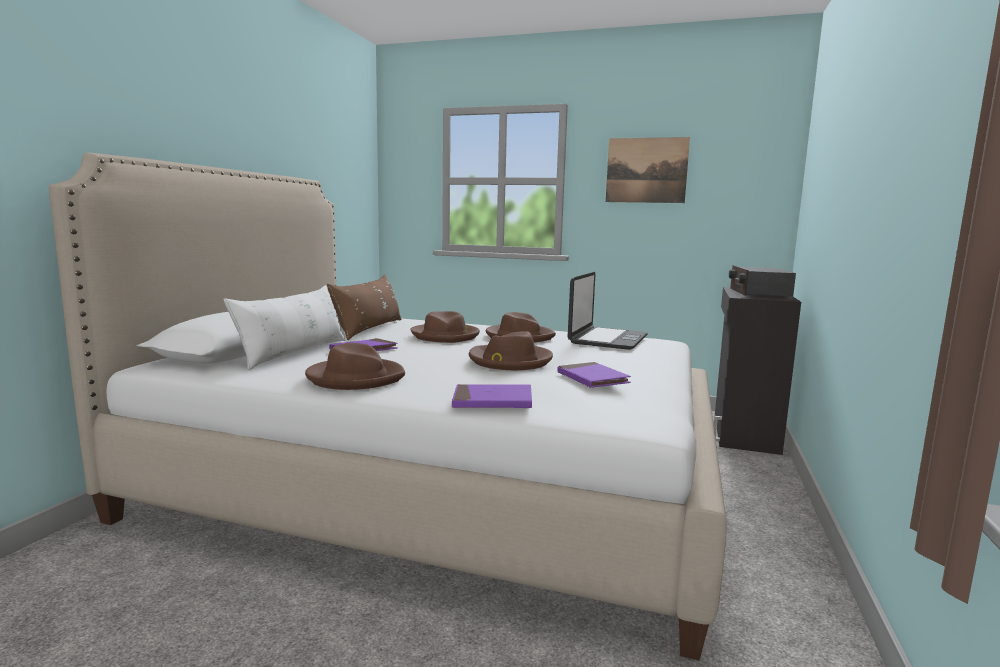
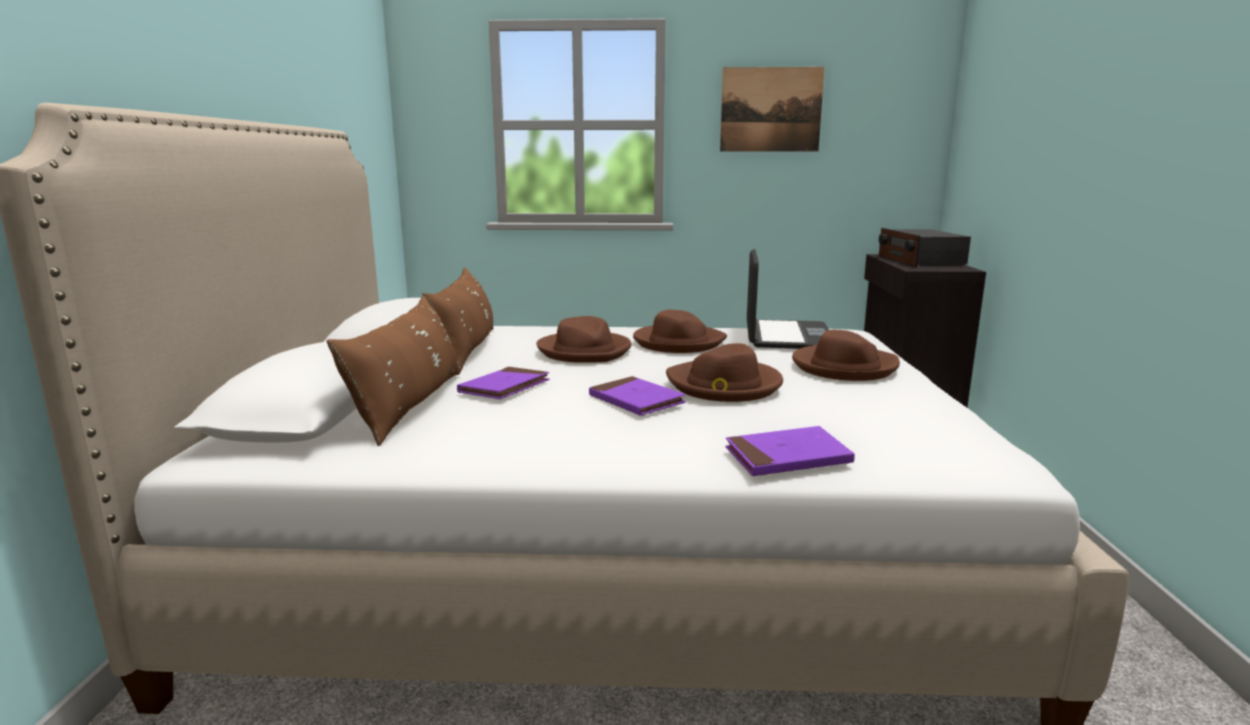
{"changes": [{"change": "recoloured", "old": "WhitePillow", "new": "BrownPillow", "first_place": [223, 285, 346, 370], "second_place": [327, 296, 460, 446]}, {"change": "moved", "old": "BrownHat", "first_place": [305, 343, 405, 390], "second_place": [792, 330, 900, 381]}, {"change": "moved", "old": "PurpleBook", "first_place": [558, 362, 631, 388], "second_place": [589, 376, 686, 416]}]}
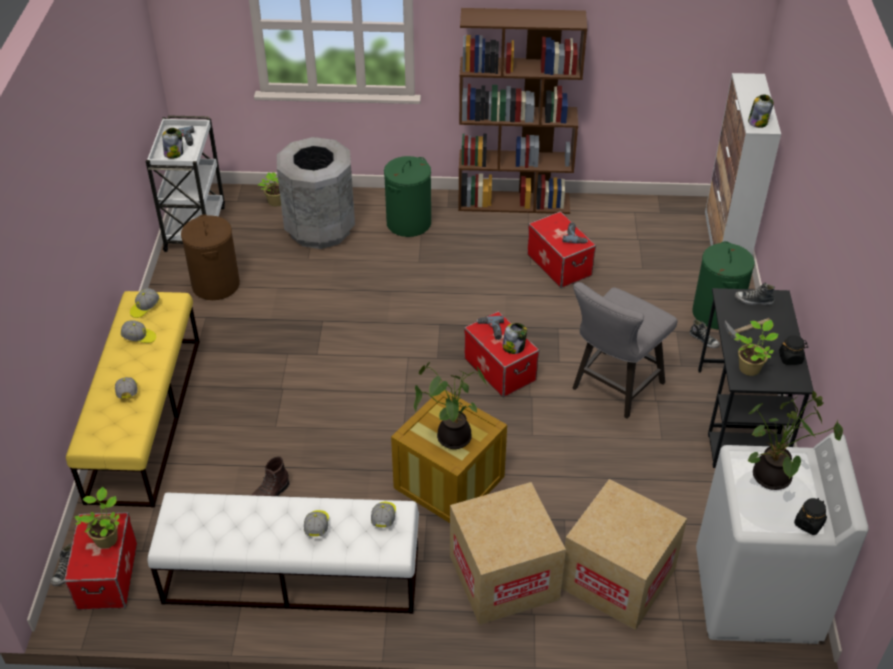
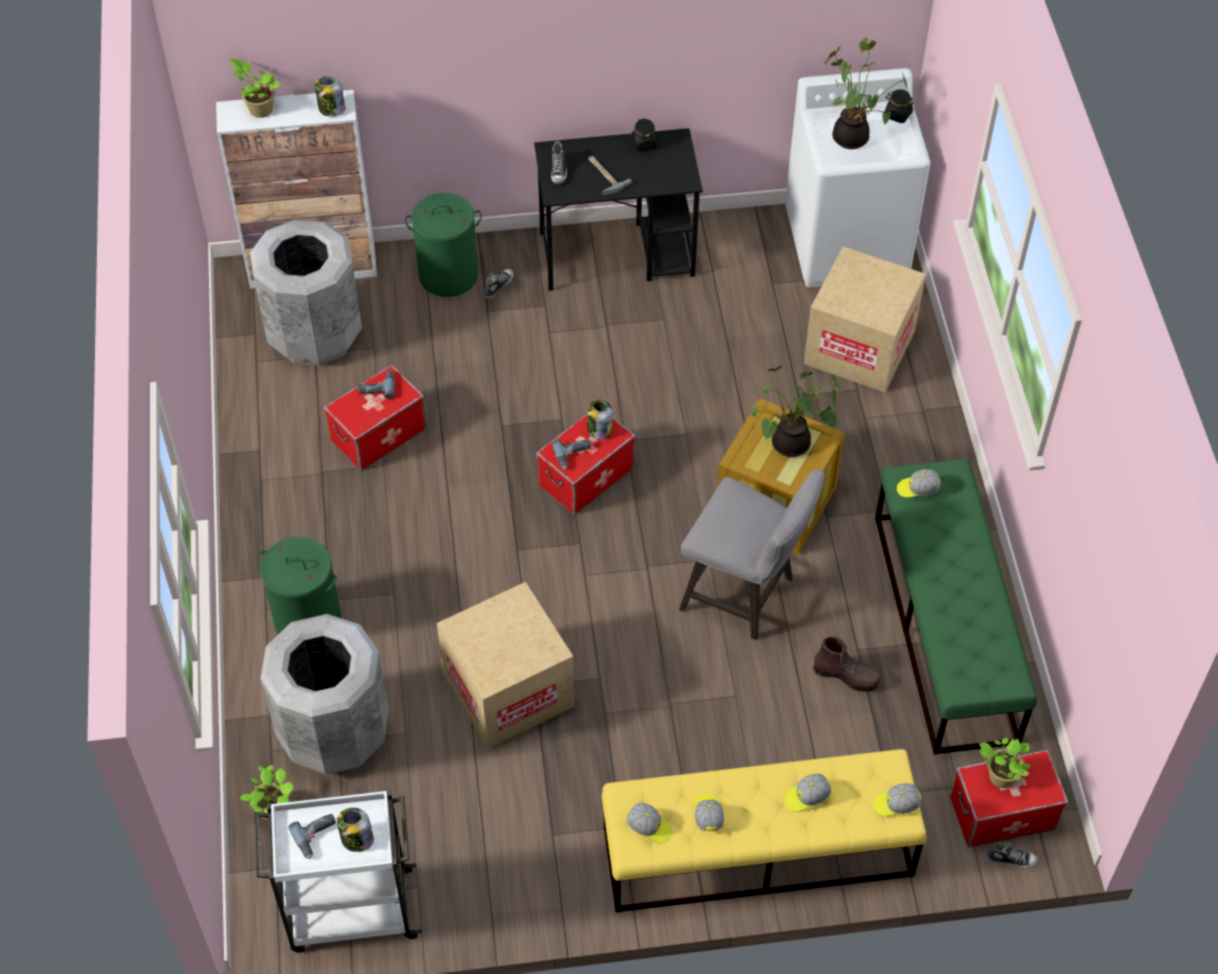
{"changes": [{"change": "recoloured", "old": "WhiteBench", "new": "GreenBench", "first_place": [148, 493, 419, 614], "second_place": [875, 459, 1038, 755]}, {"change": "removed", "old": "BrownLaundryBasket", "first_place": [181, 214, 240, 300]}, {"change": "moved", "old": "Cap", "first_place": [304, 510, 329, 536], "second_place": [873, 783, 921, 816]}, {"change": "moved", "old": "CardboardBox", "first_place": [450, 482, 566, 625], "second_place": [437, 582, 575, 749]}, {"change": "removed", "old": "BrownBookcase", "first_place": [458, 8, 587, 214]}, {"change": "moved", "old": "GreyStool", "first_place": [572, 282, 677, 419], "second_place": [679, 470, 825, 640]}, {"change": "moved", "old": "PottedPlant", "first_place": [734, 320, 778, 376], "second_place": [231, 59, 281, 118]}, {"change": "added", "new": "GreyTrashCan", "second_place": [250, 219, 362, 366]}]}
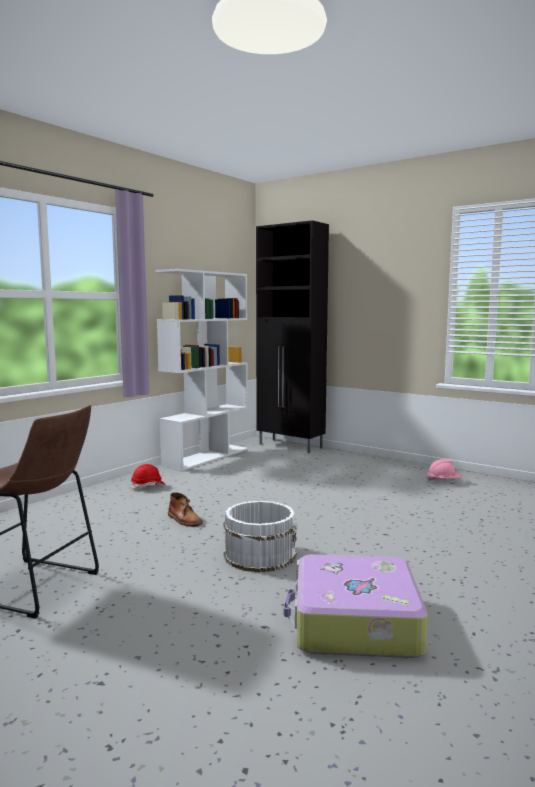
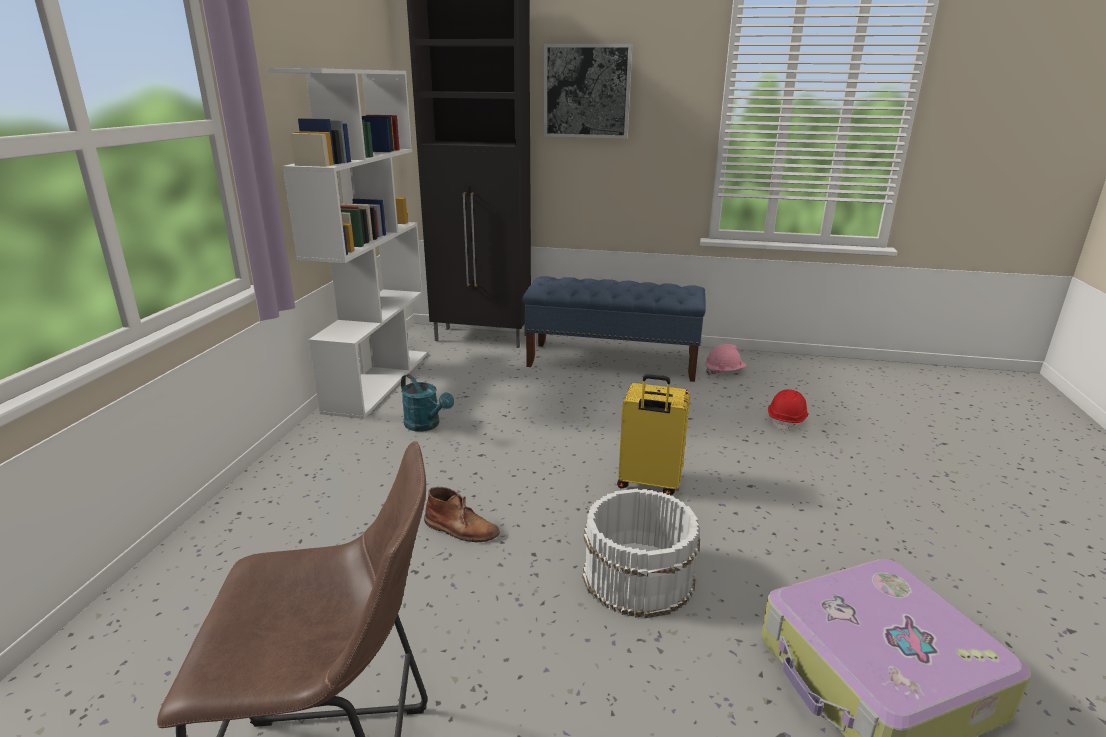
{"changes": [{"change": "moved", "old": "RedHardHat", "first_place": [131, 464, 165, 490], "second_place": [768, 389, 809, 432]}, {"change": "added", "new": "TurquoiseWateringCan", "second_place": [401, 374, 454, 432]}, {"change": "added", "new": "BlueBench", "second_place": [523, 276, 706, 382]}, {"change": "added", "new": "Picture", "second_place": [544, 44, 632, 138]}, {"change": "added", "new": "YellowSuitcase", "second_place": [617, 374, 690, 495]}]}
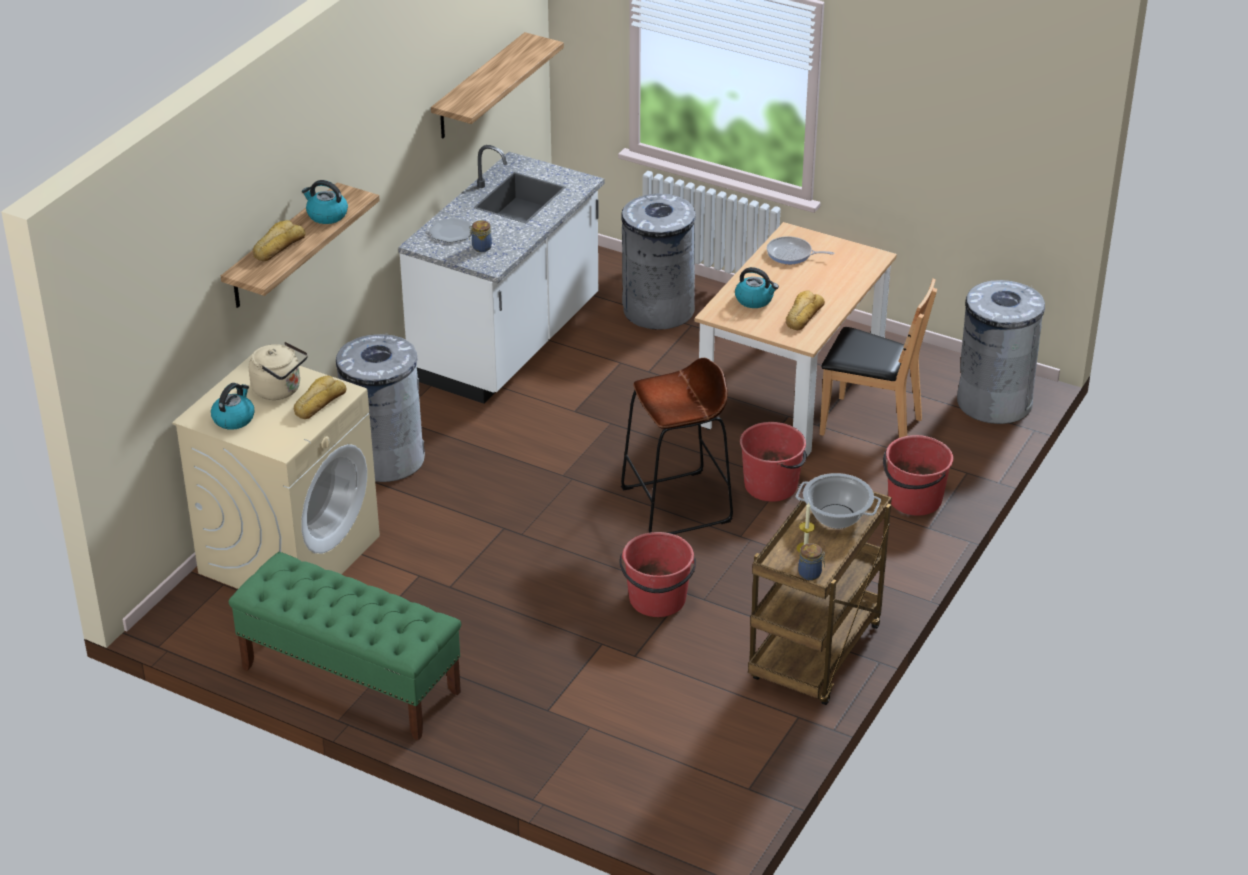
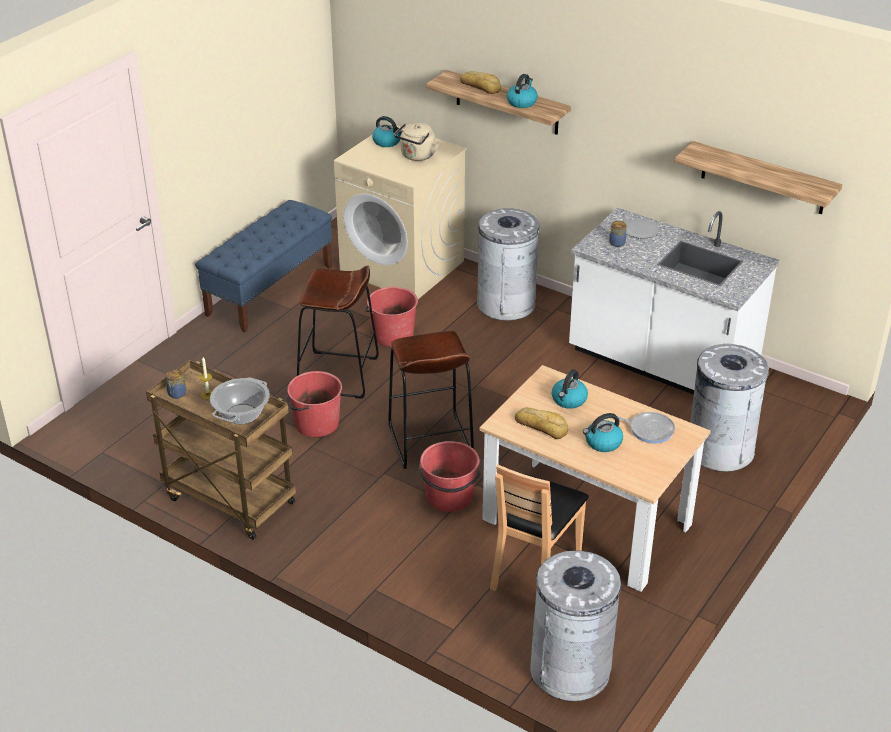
{"changes": [{"change": "recoloured", "old": "GreenBench", "new": "BlueBench", "first_place": [229, 552, 461, 741], "second_place": [195, 200, 332, 332]}, {"change": "removed", "old": "Bread", "first_place": [294, 376, 346, 419]}, {"change": "turned", "old": "FryingPan", "first_place": [767, 236, 834, 264], "second_place": [617, 412, 675, 444], "degrees": 90}, {"change": "moved", "old": "RedBucket", "first_place": [883, 435, 953, 516], "second_place": [365, 287, 418, 347]}, {"change": "added", "new": "BrownStool", "second_place": [297, 265, 379, 399]}, {"change": "added", "new": "Kettle", "second_place": [583, 413, 623, 452]}]}
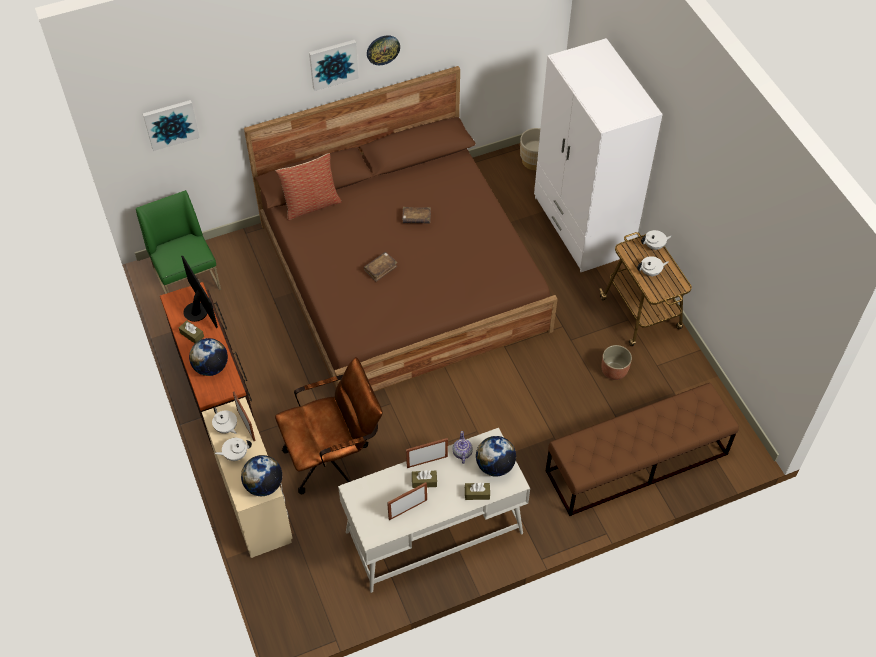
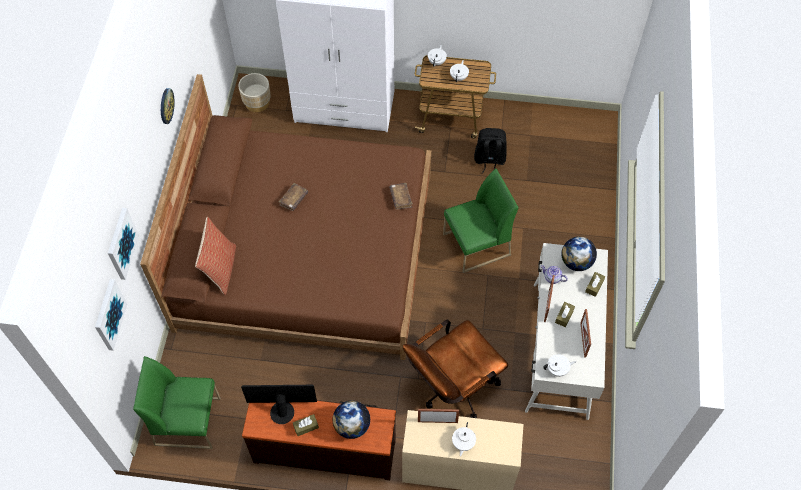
{"changes": [{"change": "moved", "old": "WhiteTeapot", "first_place": [212, 407, 237, 434], "second_place": [543, 354, 576, 377]}, {"change": "removed", "old": "Globe", "first_place": [241, 455, 282, 496]}, {"change": "turned", "old": "BrownOfficeChair", "first_place": [275, 357, 383, 495], "second_place": [403, 319, 508, 418], "degrees": -135}, {"change": "moved", "old": "Picture", "first_place": [309, 40, 359, 91], "second_place": [108, 208, 139, 280]}, {"change": "moved", "old": "BrownBook", "first_place": [364, 252, 398, 282], "second_place": [389, 183, 413, 210]}, {"change": "removed", "old": "BrownBench", "first_place": [546, 383, 739, 516]}, {"change": "replaced", "old": "Planter", "new": "BlackBackpack", "first_place": [602, 345, 632, 380], "second_place": [474, 128, 507, 174]}, {"change": "added", "new": "GreenChair", "second_place": [443, 168, 519, 273]}]}
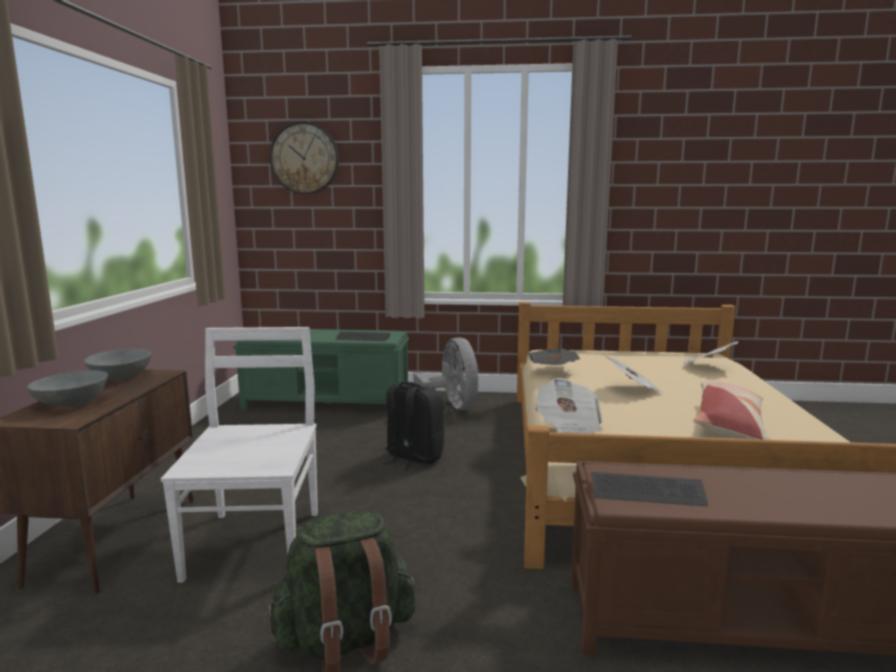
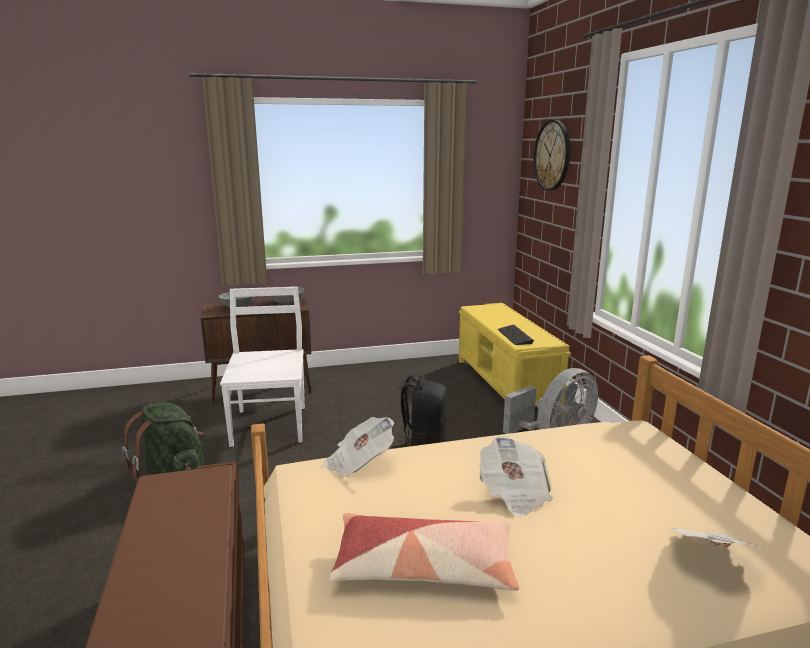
{"changes": [{"change": "turned", "old": "WhiteChair", "first_place": [161, 327, 318, 583], "second_place": [220, 287, 305, 447], "degrees": -75}, {"change": "recoloured", "old": "GreenBench", "new": "YellowBench", "first_place": [233, 329, 409, 410], "second_place": [459, 303, 571, 412]}, {"change": "removed", "old": "Newspaper", "first_place": [528, 348, 580, 365]}, {"change": "removed", "old": "Keyboard", "first_place": [591, 472, 708, 506]}]}
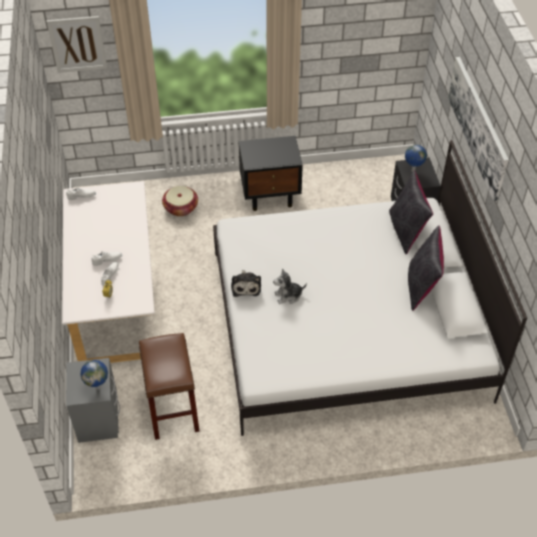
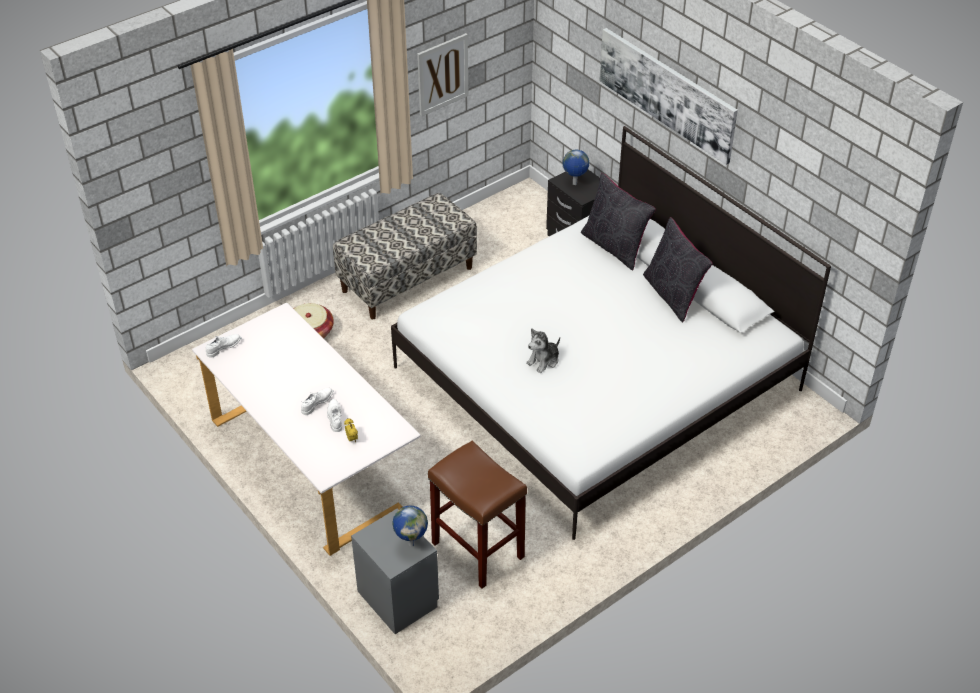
{"changes": [{"change": "moved", "old": "Picture", "first_place": [47, 16, 107, 73], "second_place": [417, 33, 468, 117]}, {"change": "removed", "old": "PlushToy", "first_place": [231, 270, 261, 297]}, {"change": "replaced", "old": "BlackNightstand", "new": "Bench", "first_place": [239, 136, 303, 211], "second_place": [333, 193, 477, 319]}]}
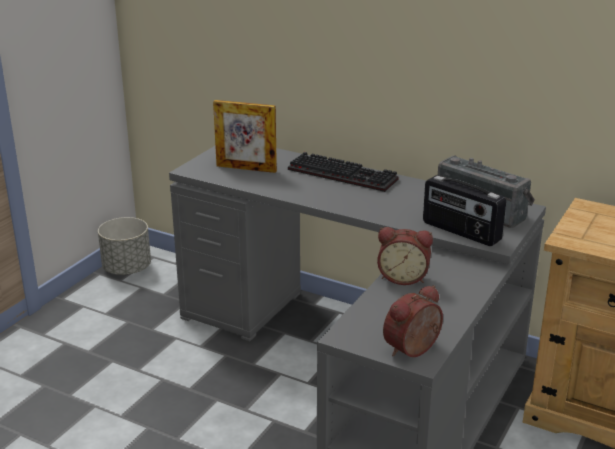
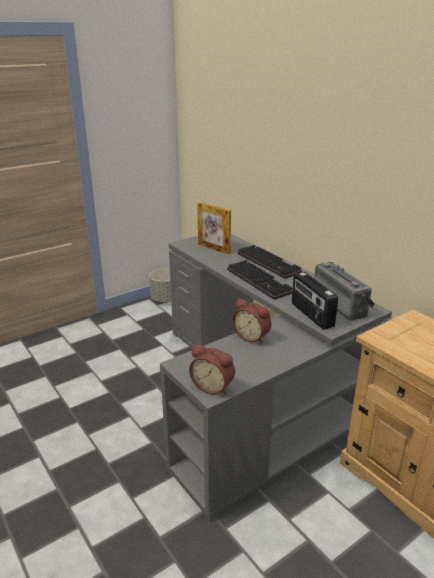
{"changes": [{"change": "turned", "old": "AlarmClock", "first_place": [383, 285, 443, 357], "second_place": [189, 344, 235, 395], "degrees": -135}, {"change": "added", "new": "Keyboard", "second_place": [227, 260, 292, 300]}]}
